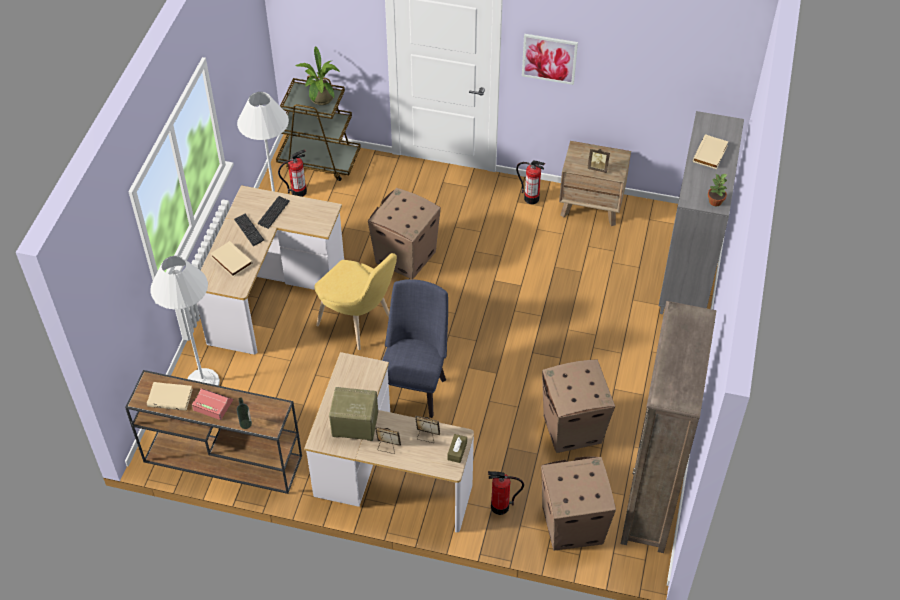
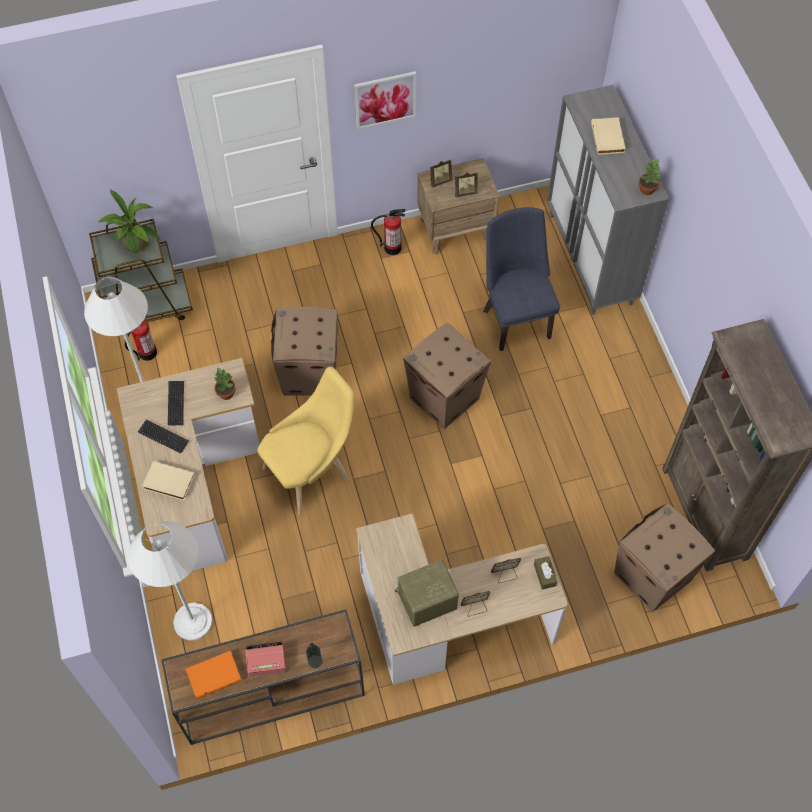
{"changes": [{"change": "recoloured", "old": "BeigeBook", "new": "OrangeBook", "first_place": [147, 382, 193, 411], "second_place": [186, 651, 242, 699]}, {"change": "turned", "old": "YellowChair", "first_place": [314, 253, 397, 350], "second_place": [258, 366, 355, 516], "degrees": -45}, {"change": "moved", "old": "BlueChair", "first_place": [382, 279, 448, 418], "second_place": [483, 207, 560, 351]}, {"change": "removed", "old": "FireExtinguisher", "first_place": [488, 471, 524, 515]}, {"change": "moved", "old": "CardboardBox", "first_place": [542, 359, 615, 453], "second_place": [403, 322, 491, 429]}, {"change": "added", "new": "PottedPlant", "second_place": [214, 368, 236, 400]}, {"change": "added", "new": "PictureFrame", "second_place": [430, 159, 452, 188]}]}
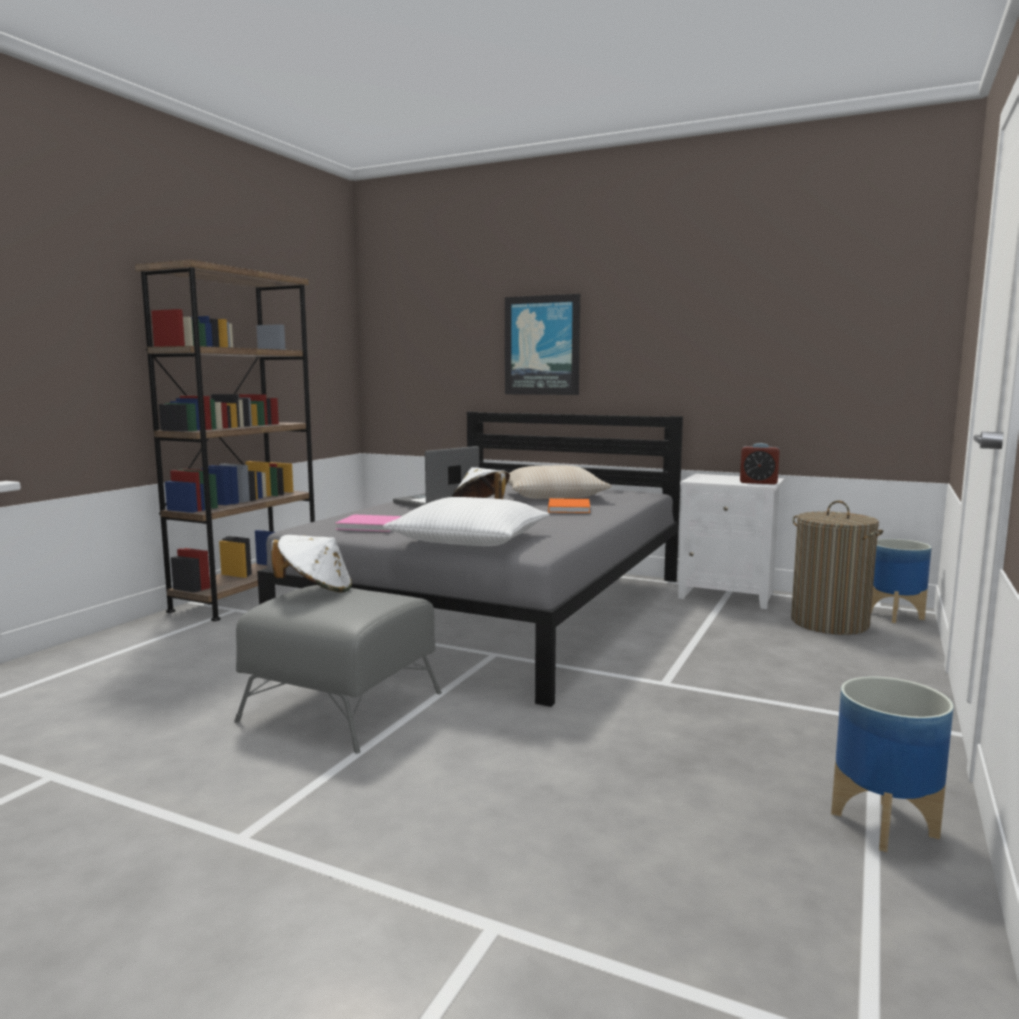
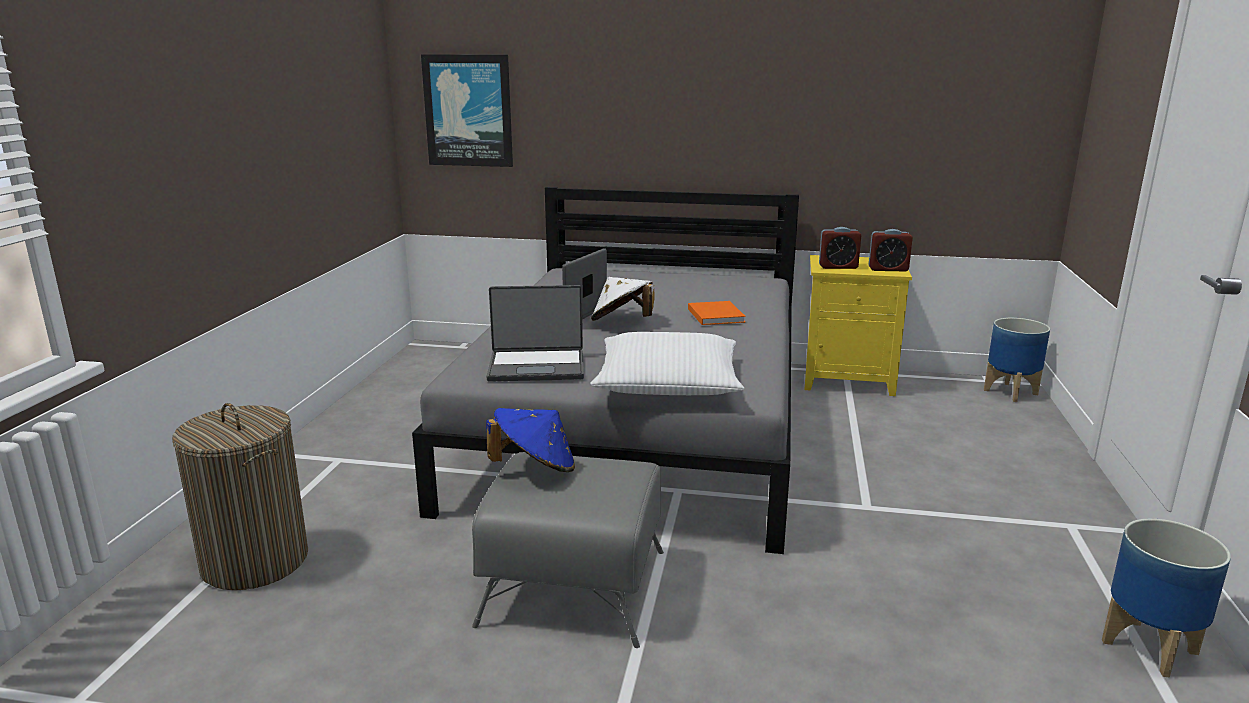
{"changes": [{"change": "removed", "old": "BrownBookcase", "first_place": [135, 259, 315, 621]}, {"change": "recoloured", "old": "WhiteHat", "new": "BlueHat", "first_place": [271, 535, 352, 593], "second_place": [486, 408, 575, 472]}, {"change": "replaced", "old": "PinkBook", "new": "Laptop", "first_place": [336, 514, 402, 532], "second_place": [486, 285, 584, 382]}, {"change": "moved", "old": "Picture", "first_place": [505, 294, 580, 395], "second_place": [421, 54, 513, 167]}, {"change": "removed", "old": "BeigePillow", "first_place": [508, 465, 612, 499]}, {"change": "recoloured", "old": "WhiteNightstand", "new": "YellowNightstand", "first_place": [678, 474, 785, 609], "second_place": [804, 255, 912, 396]}, {"change": "moved", "old": "LaundryBasket", "first_place": [791, 501, 883, 635], "second_place": [172, 403, 308, 590]}, {"change": "added", "new": "AlarmClock", "second_place": [819, 227, 861, 269]}]}
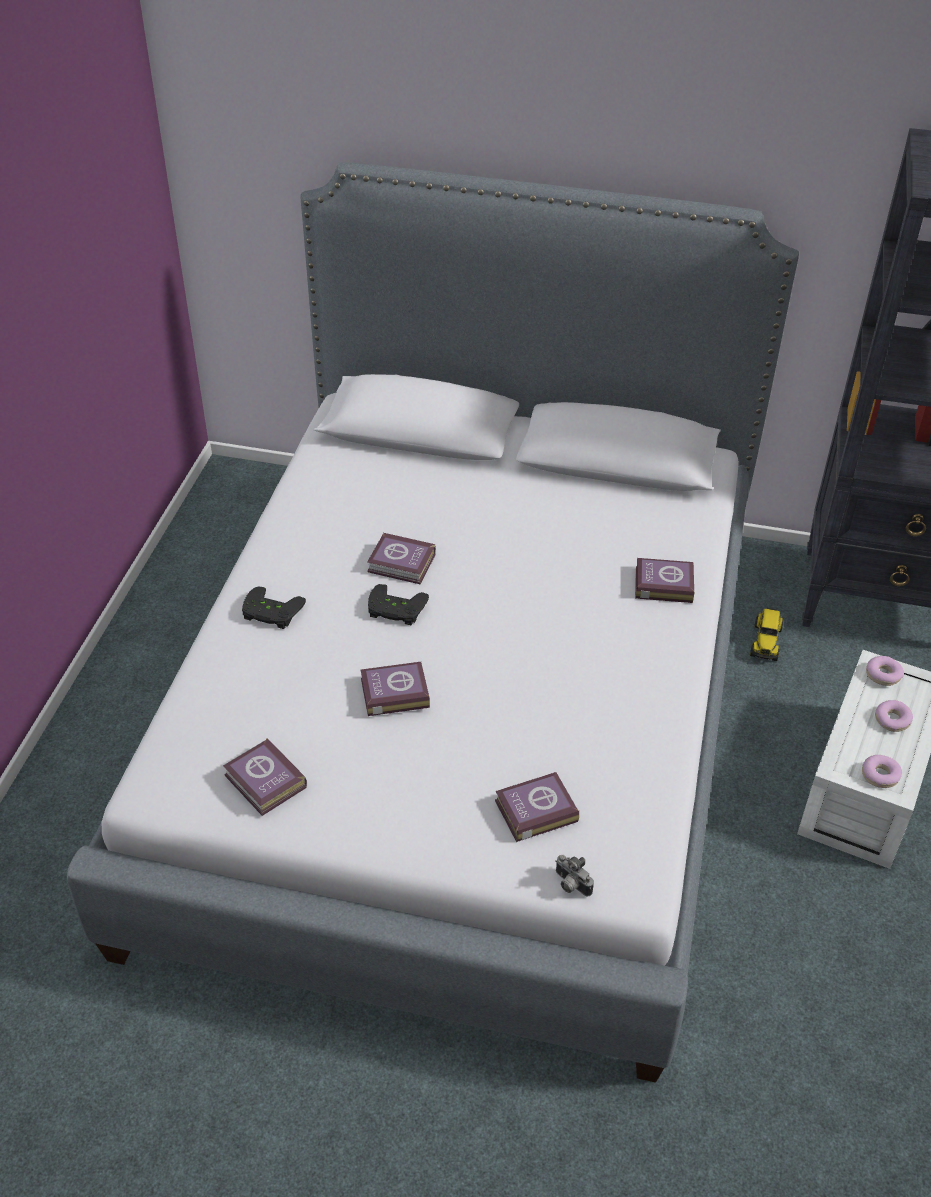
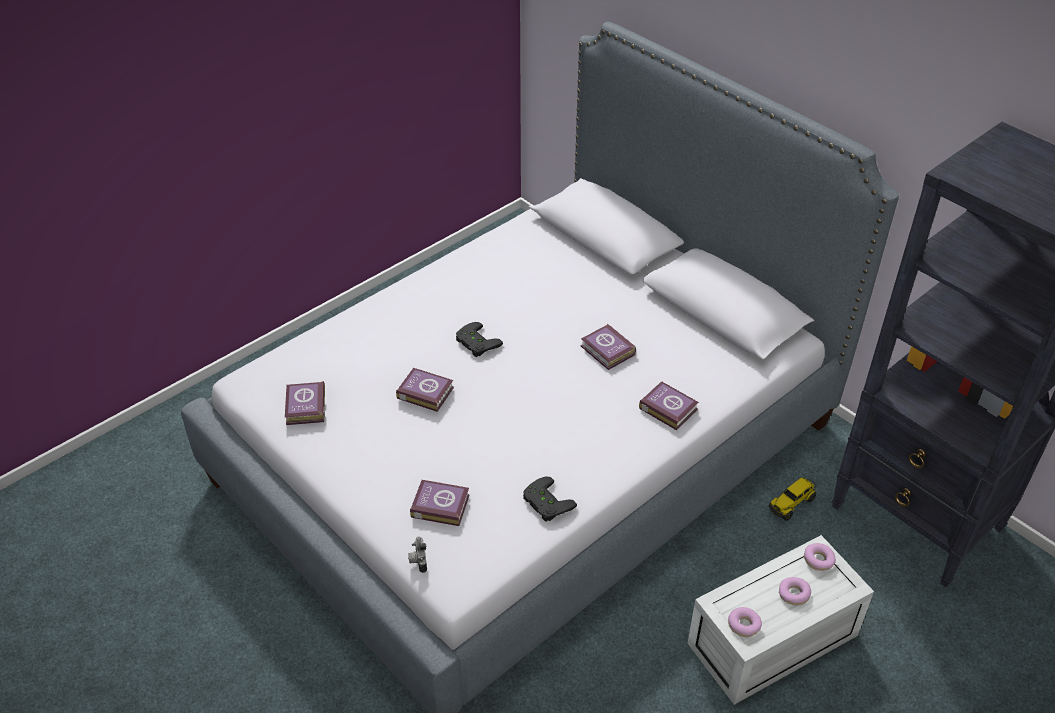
{"changes": [{"change": "moved", "old": "BlackGameController", "first_place": [242, 586, 306, 629], "second_place": [523, 477, 577, 522]}, {"change": "moved", "old": "Book", "first_place": [367, 533, 436, 584], "second_place": [580, 323, 636, 370]}]}
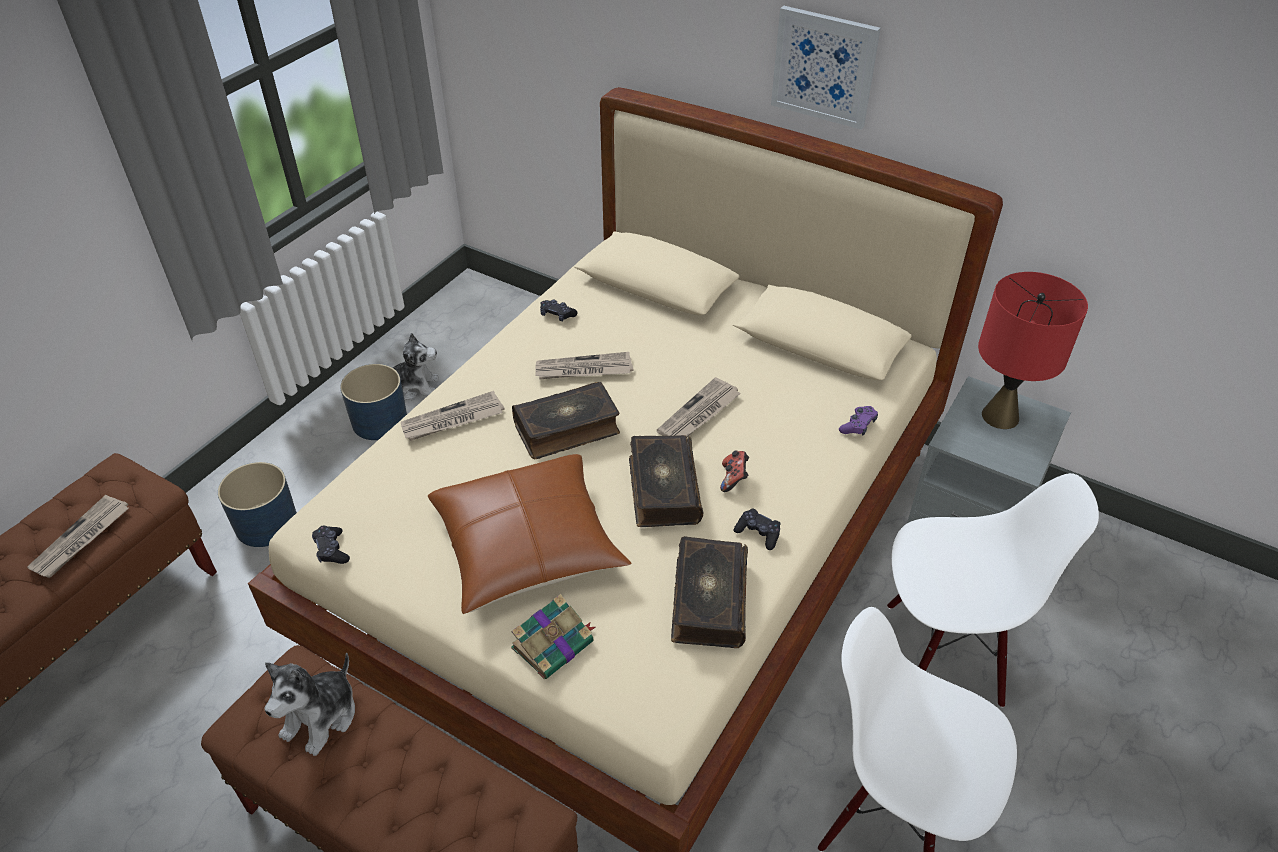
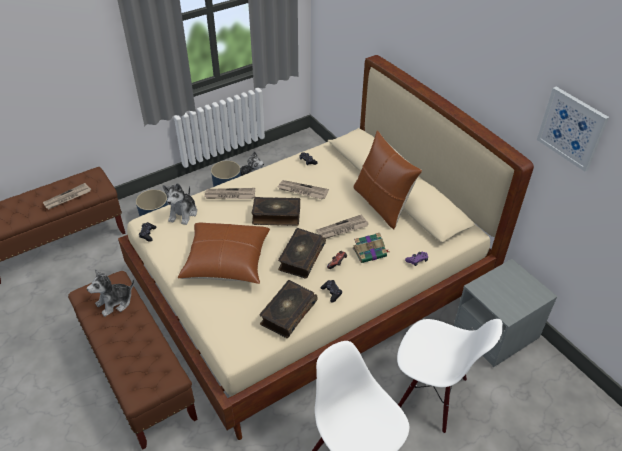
{"changes": [{"change": "moved", "old": "Book", "first_place": [511, 594, 595, 679], "second_place": [353, 233, 389, 263]}, {"change": "moved", "old": "Picture", "first_place": [771, 6, 881, 129], "second_place": [537, 87, 609, 172]}, {"change": "removed", "old": "RedTableLamp", "first_place": [978, 272, 1088, 429]}, {"change": "added", "new": "PlushToy", "second_place": [163, 183, 197, 225]}, {"change": "added", "new": "BrownPillow", "second_place": [353, 130, 422, 229]}]}
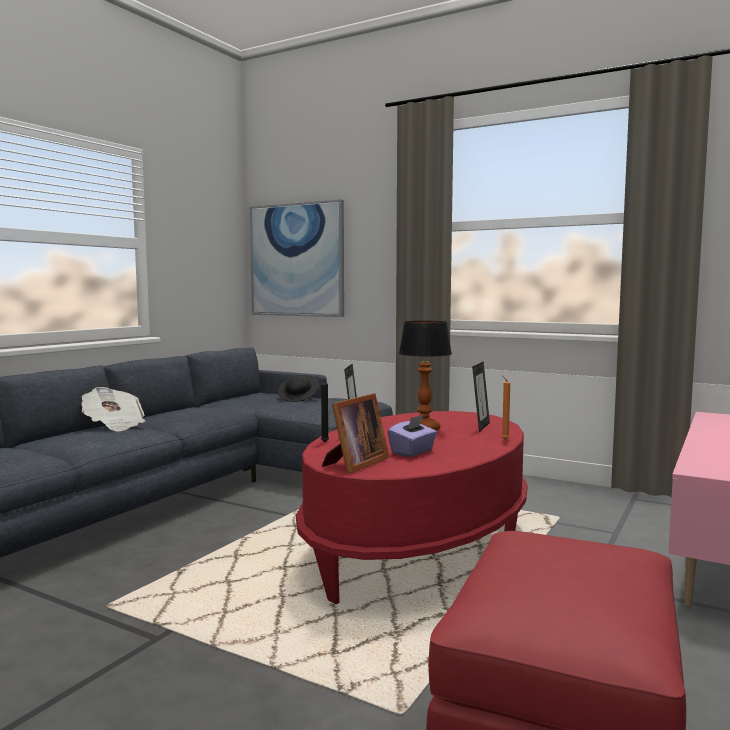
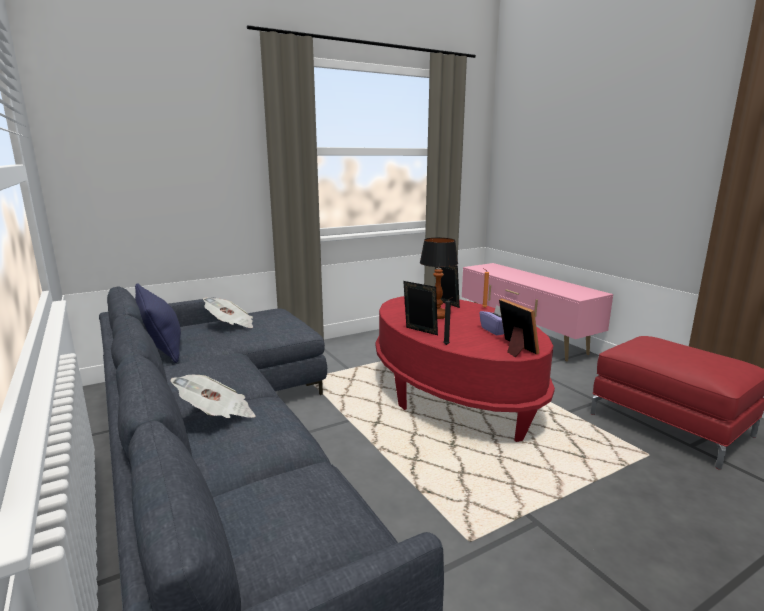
{"changes": [{"change": "removed", "old": "Picture", "first_place": [250, 199, 344, 317]}, {"change": "replaced", "old": "BlackHat", "new": "Newspaper", "first_place": [278, 375, 320, 402], "second_place": [203, 297, 253, 328]}, {"change": "added", "new": "BluePillow", "second_place": [135, 283, 181, 363]}]}
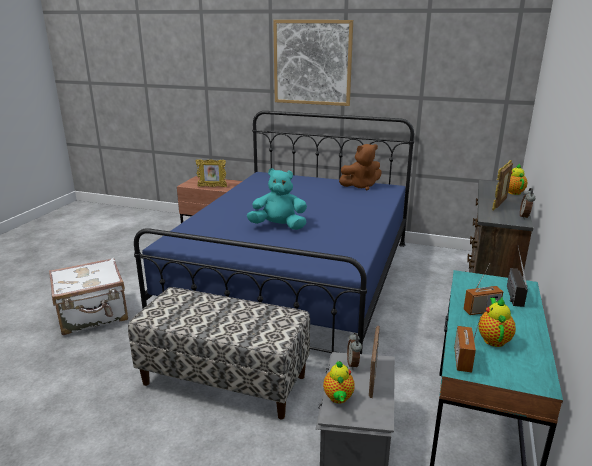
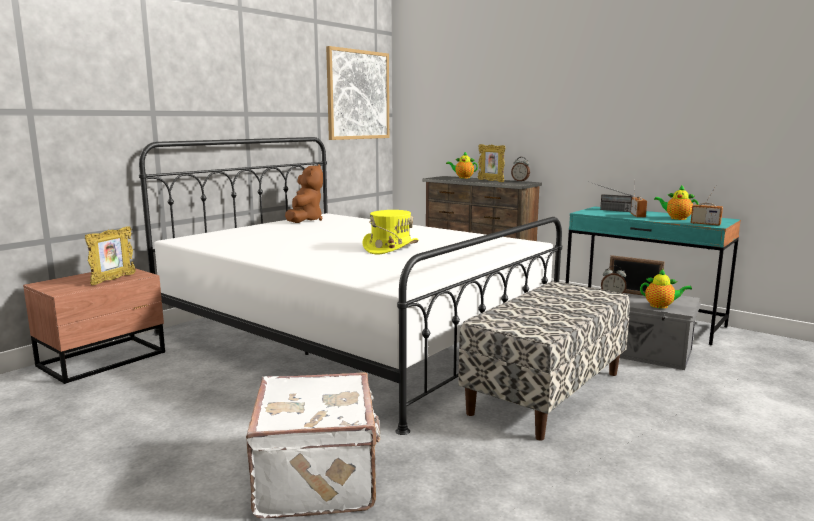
{"changes": [{"change": "recoloured", "old": "BlueBed", "new": "WhiteBed", "first_place": [134, 111, 414, 354], "second_place": [139, 137, 562, 435]}, {"change": "replaced", "old": "TurquoisePlushToy", "new": "YellowHat", "first_place": [247, 168, 307, 230], "second_place": [362, 210, 419, 254]}, {"change": "moved", "old": "Picture", "first_place": [273, 20, 353, 106], "second_place": [326, 46, 389, 140]}]}
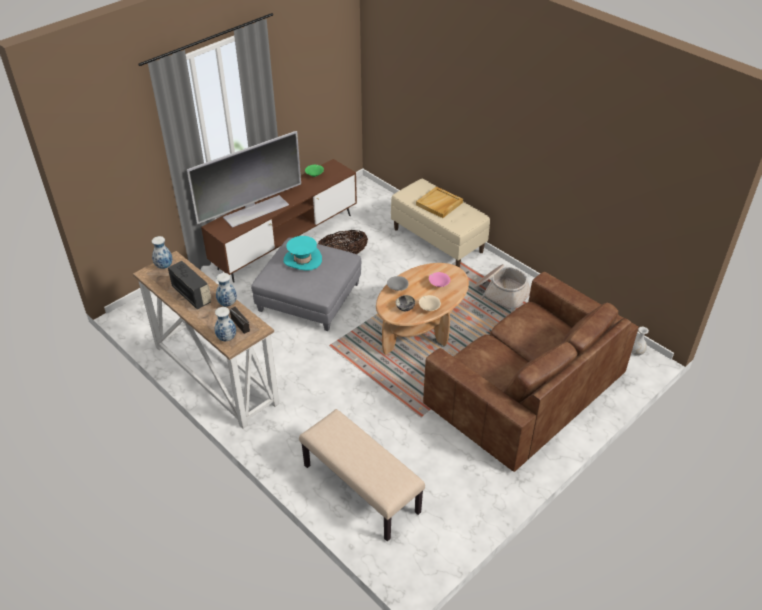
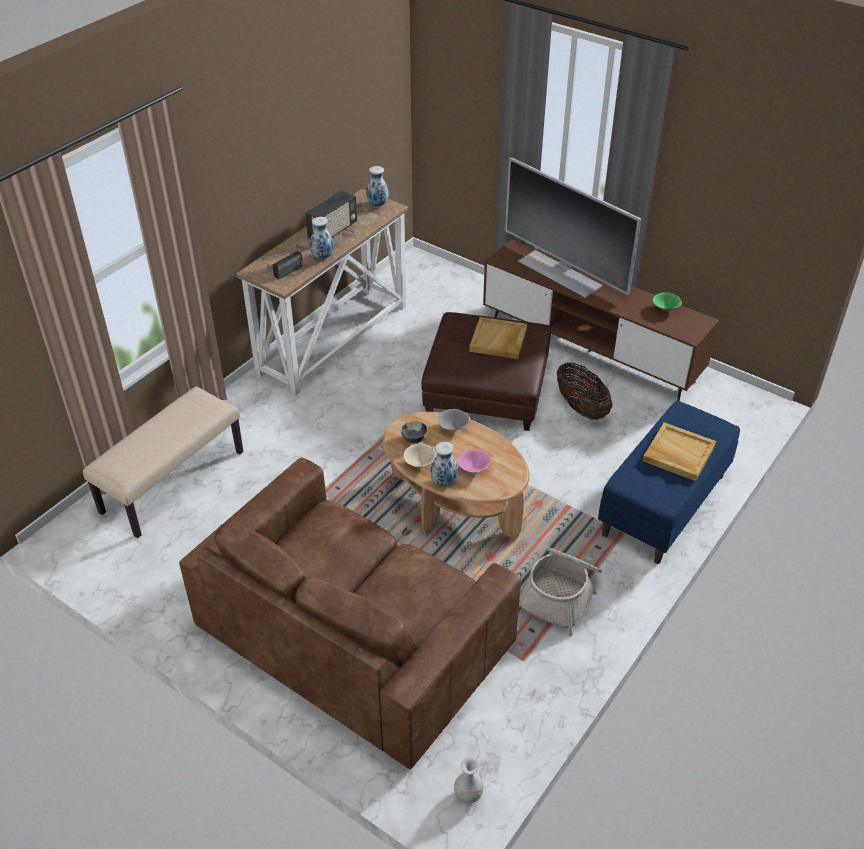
{"changes": [{"change": "moved", "old": "Vase", "first_place": [215, 307, 236, 341], "second_place": [430, 442, 458, 486]}, {"change": "recoloured", "old": "GreyOttoman", "new": "BrownOttoman", "first_place": [251, 237, 361, 331], "second_place": [421, 312, 551, 431]}, {"change": "replaced", "old": "TurquoiseHat", "new": "BeigeTray", "first_place": [284, 236, 322, 271], "second_place": [469, 317, 527, 359]}, {"change": "recoloured", "old": "BeigeBench", "new": "BlueBench", "first_place": [391, 179, 490, 268], "second_place": [598, 401, 740, 564]}]}
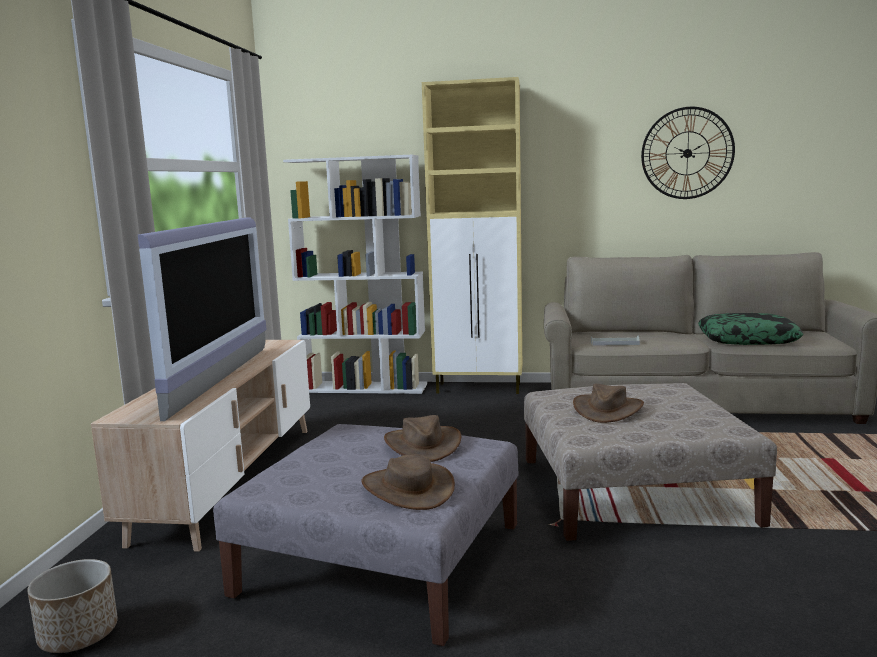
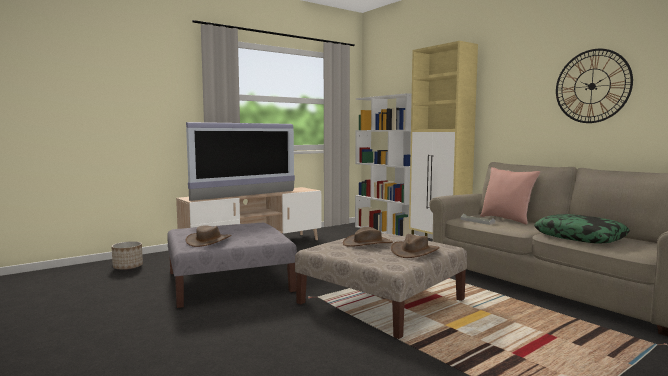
{"changes": [{"change": "moved", "old": "BrownHat", "first_place": [384, 415, 461, 462], "second_place": [391, 234, 440, 258]}, {"change": "added", "new": "PinkPillow", "second_place": [480, 167, 540, 225]}]}
